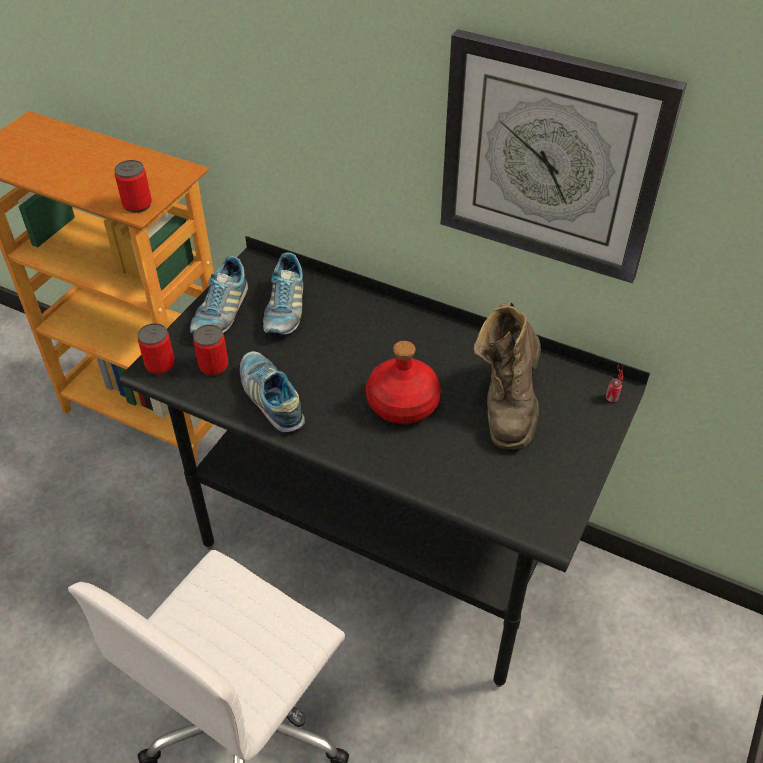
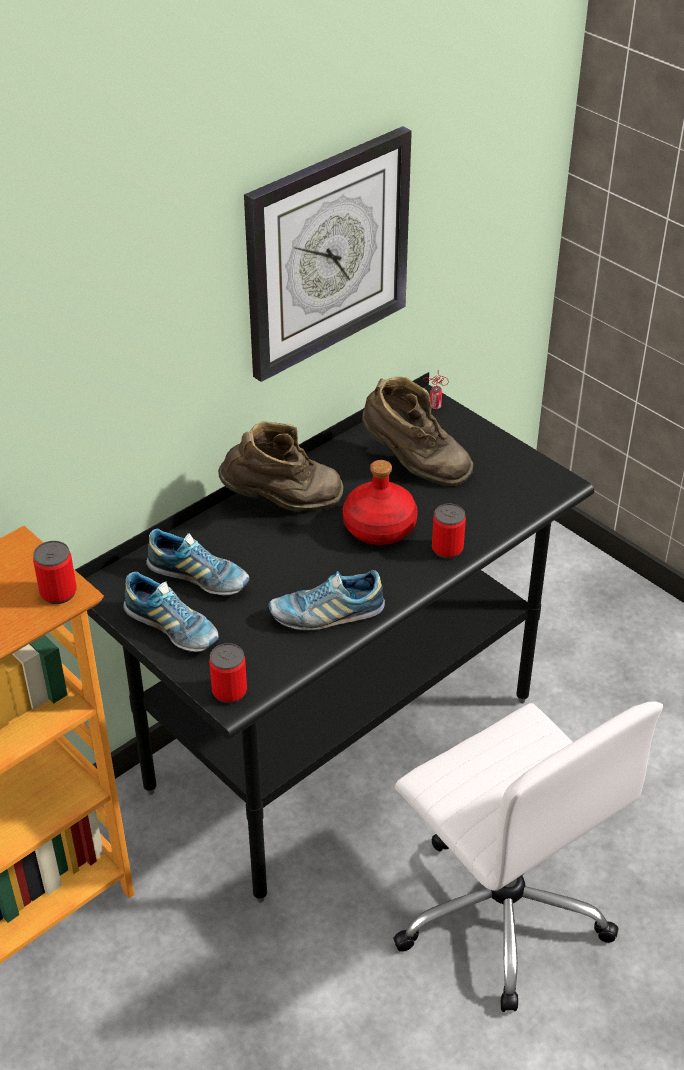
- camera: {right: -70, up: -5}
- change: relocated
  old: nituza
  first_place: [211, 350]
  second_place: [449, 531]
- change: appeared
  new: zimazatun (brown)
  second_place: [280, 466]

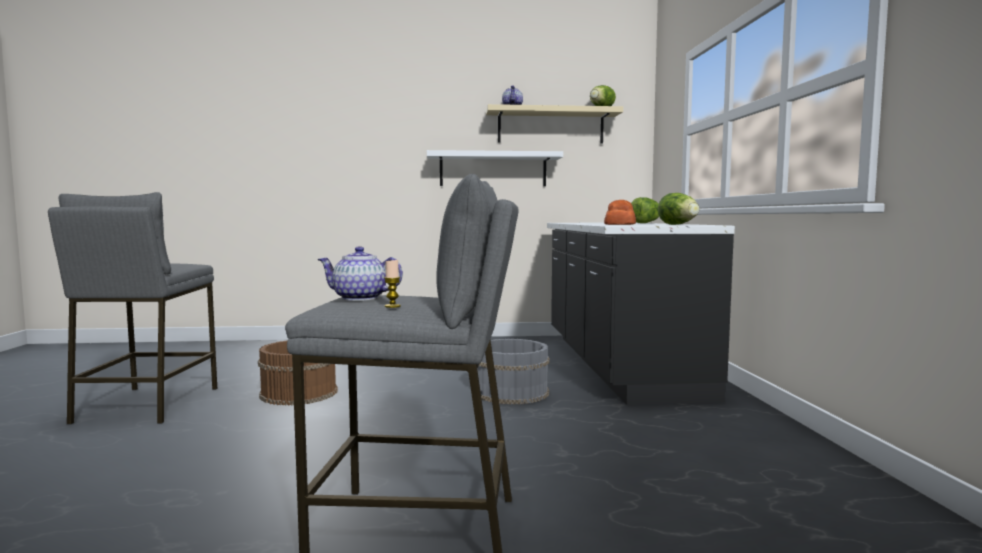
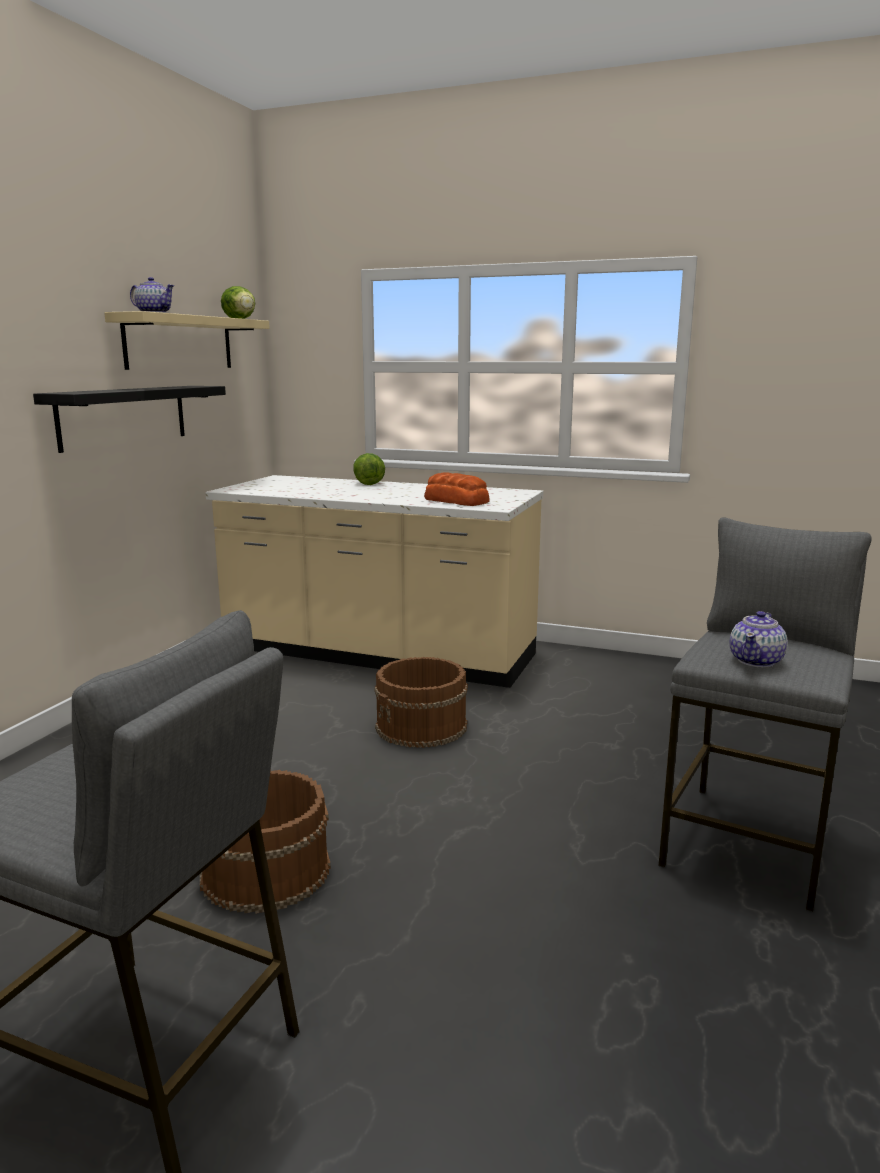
- camera: {right: -65, up: 10}
- change: missing
  old: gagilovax
  first_place: [392, 284]
- change: colour
  old: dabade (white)
  new: dabade (black)
  first_place: [495, 168]
  second_place: [129, 419]
- change: colour
  old: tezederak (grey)
  new: tezederak (brown)
  first_place: [514, 371]
  second_place: [421, 702]
- change: colour
  old: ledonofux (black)
  new: ledonofux (beige)
  first_place: [641, 314]
  second_place: [374, 581]
- change: missing
  old: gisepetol
  first_place: [678, 209]

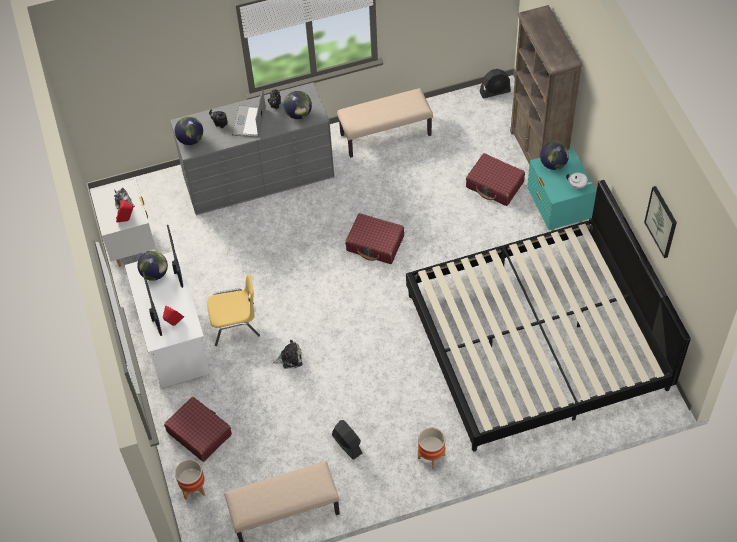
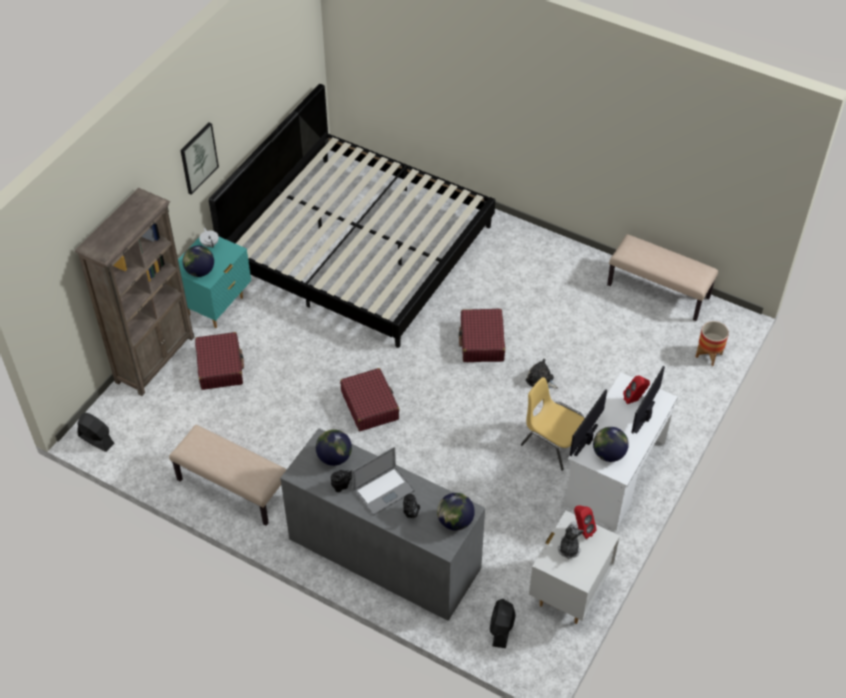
- camera: {right: -135, up: -5}
- change: relocated
  old: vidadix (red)
  first_place: [198, 429]
  second_place: [482, 335]
- change: relocated
  old: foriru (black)
  first_place: [347, 440]
  second_place: [502, 623]
- change: missing
  old: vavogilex
  first_place: [431, 448]
- change: relocated
  old: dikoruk
  first_place: [660, 222]
  second_place: [199, 158]

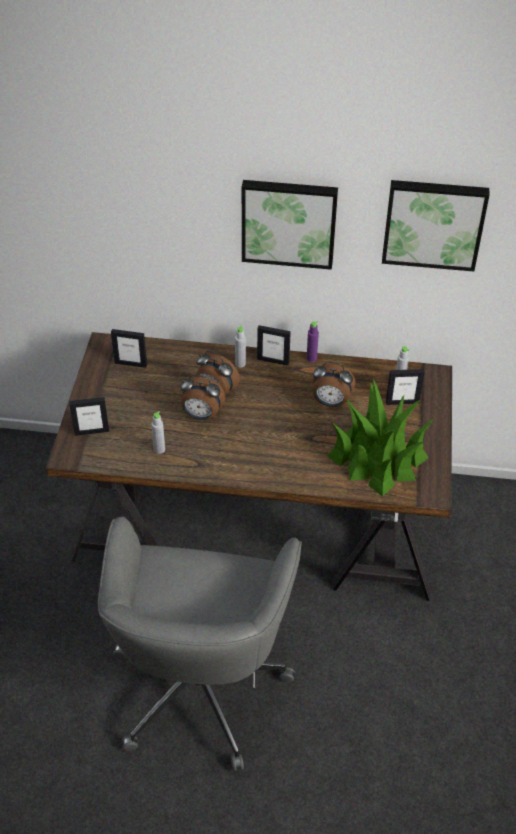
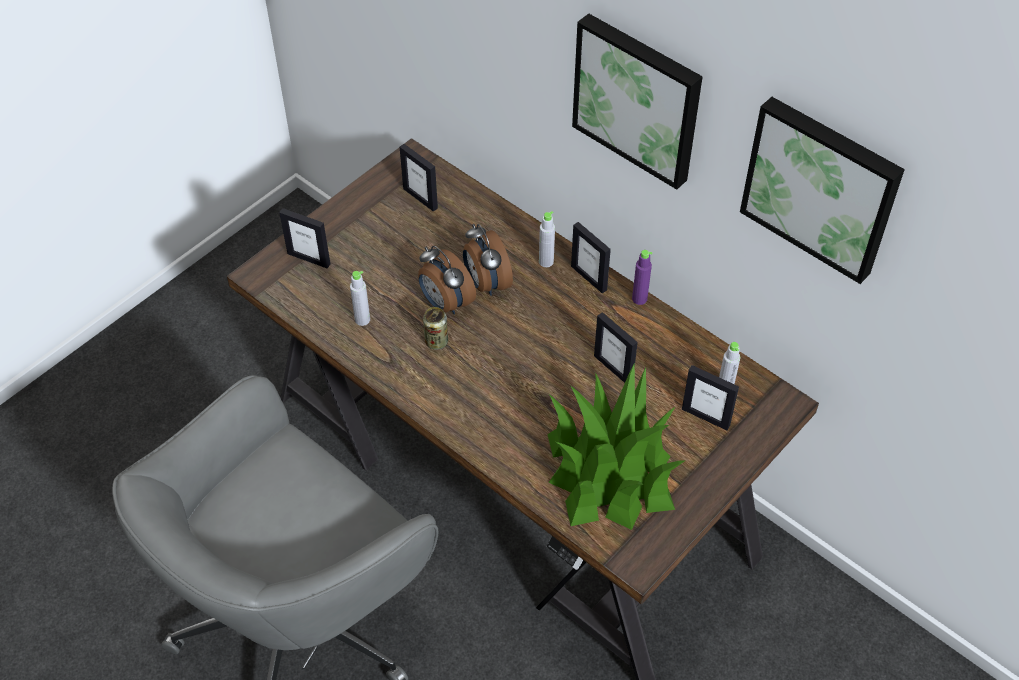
- camera: {right: 35, up: 5}
- change: exchanged
  old: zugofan
  new: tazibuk
  first_place: [334, 384]
  second_place: [616, 347]
- change: appeared
  new: nituza
  second_place: [435, 328]

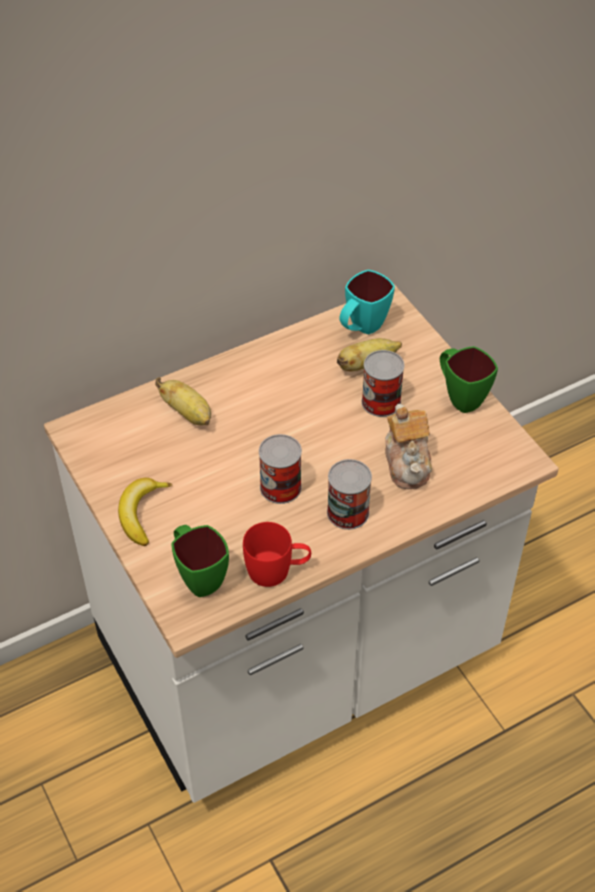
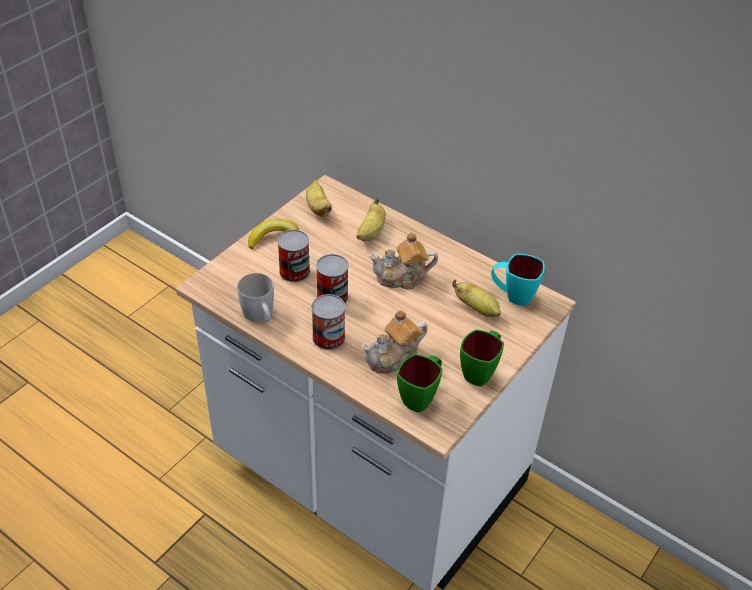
- camera: {right: 65, up: -5}
- change: relocated
  old: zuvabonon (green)
  first_place: [200, 561]
  second_place: [420, 383]
- change: colour
  old: zuvabonon (red)
  new: zuvabonon (white)
  first_place: [277, 554]
  second_place: [256, 298]
- change: relocated
  old: nituza
  first_place: [383, 383]
  second_place: [293, 256]
- change: appeared
  new: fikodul
  second_place: [319, 198]
- change: appeared
  new: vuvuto
  second_place: [403, 260]

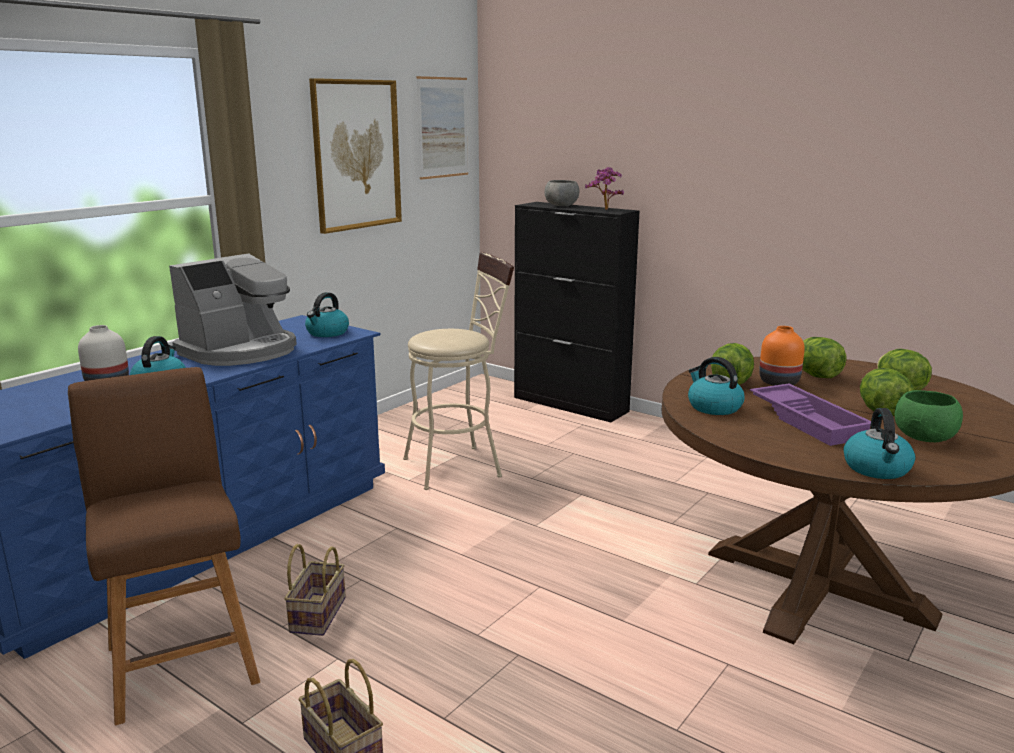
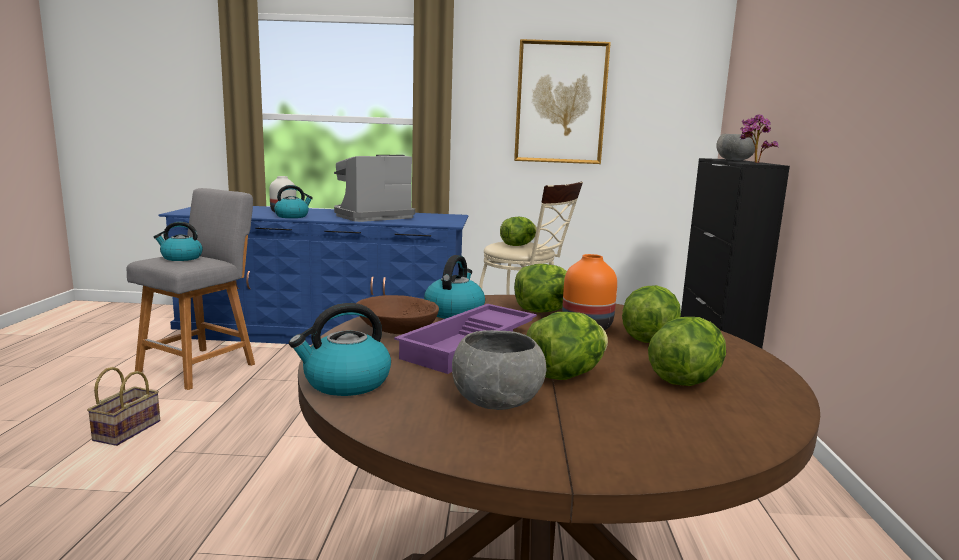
- camera: {right: 55, up: -5}
- change: colour
  old: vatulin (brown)
  new: vatulin (grey)
  first_place: [164, 546]
  second_place: [190, 289]
- change: spun
  old: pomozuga
  first_place: [233, 309]
  second_place: [374, 188]
  degrees: 135
- change: missing
  old: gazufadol
  first_place: [315, 590]
- change: relocated
  old: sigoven
  first_place: [327, 314]
  second_place: [178, 241]
- change: missing
  old: dikoruk
  first_place: [442, 128]
- change: colour
  old: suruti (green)
  new: suruti (grey)
  first_place: [929, 416]
  second_place: [499, 370]
- change: appeared
  new: suruti (brown)
  second_place: [398, 314]
- change: appeared
  new: gisepetol
  second_place: [518, 231]

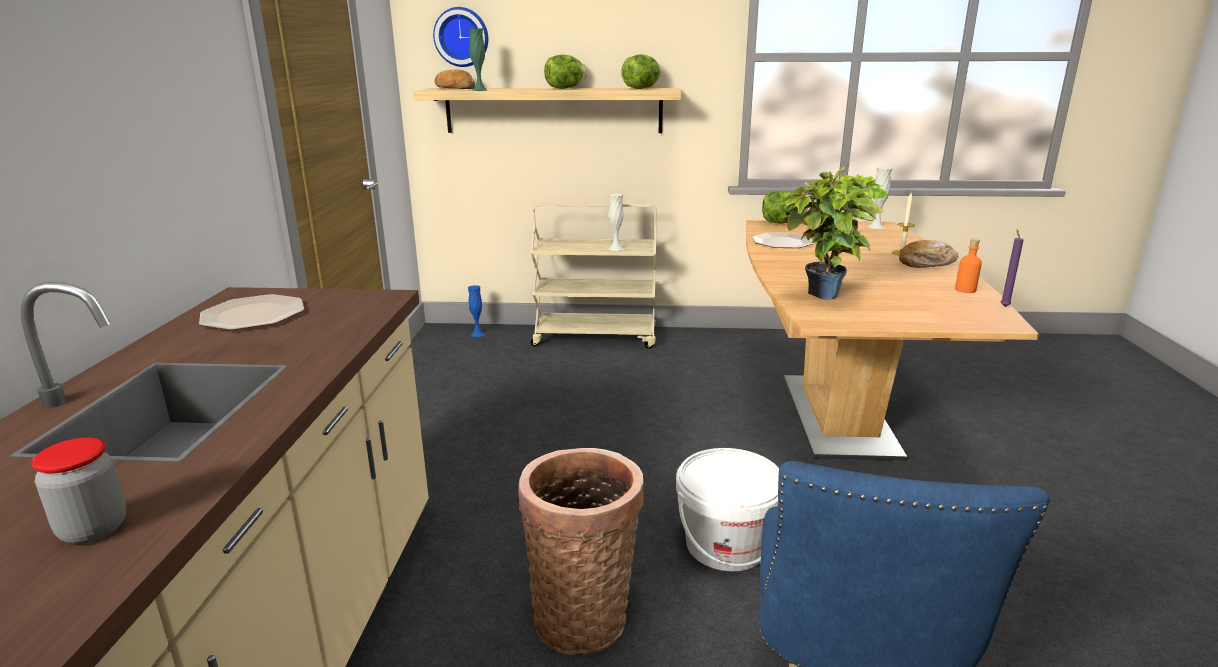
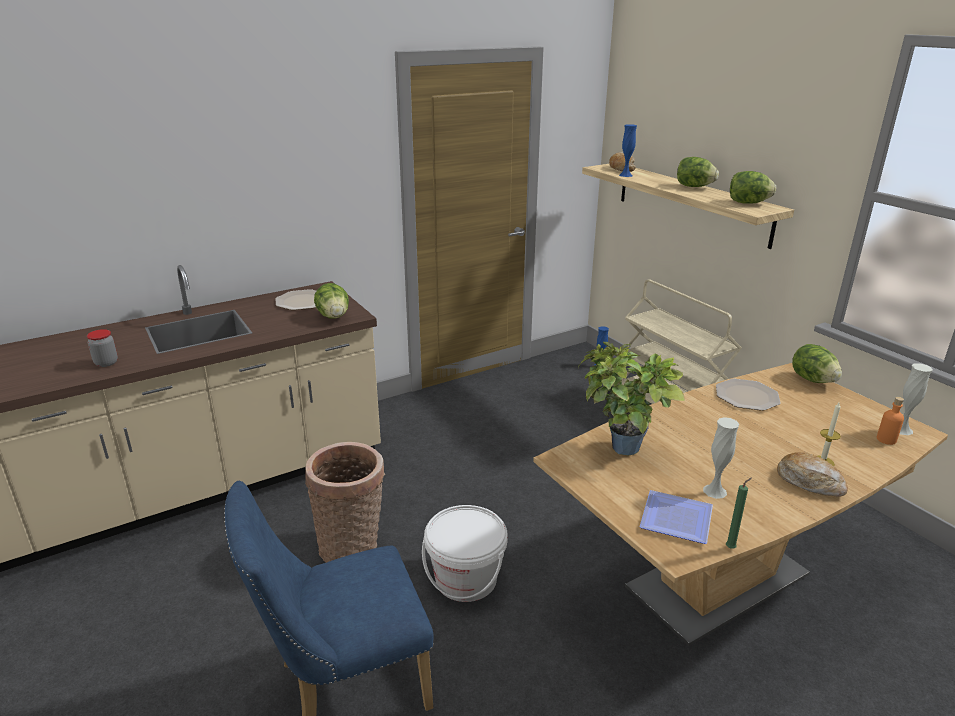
- camera: {right: 55, up: 5}
- change: missing
  old: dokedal
  first_place: [460, 37]
- change: colour
  old: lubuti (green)
  new: lubuti (blue)
  first_place: [477, 59]
  second_place: [628, 150]
- change: relocated
  old: lubuti (white)
  first_place: [616, 222]
  second_place: [721, 458]
- change: relocated
  old: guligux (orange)
  first_place: [968, 266]
  second_place: [890, 421]
- change: colour
  old: gagilovax (purple)
  new: gagilovax (green)
  first_place: [1012, 268]
  second_place: [738, 513]
- change: appeared
  new: gisepetol
  second_place: [331, 301]
- change: appeared
  new: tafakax
  second_place: [676, 517]

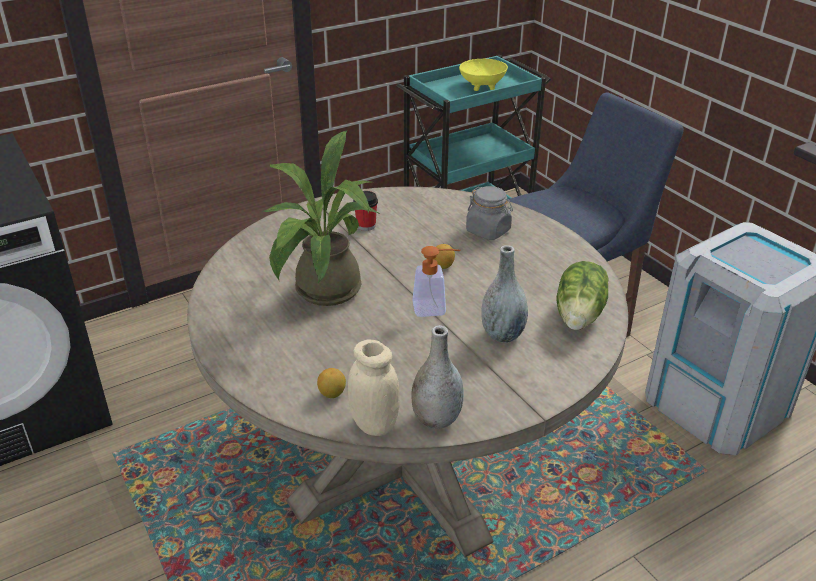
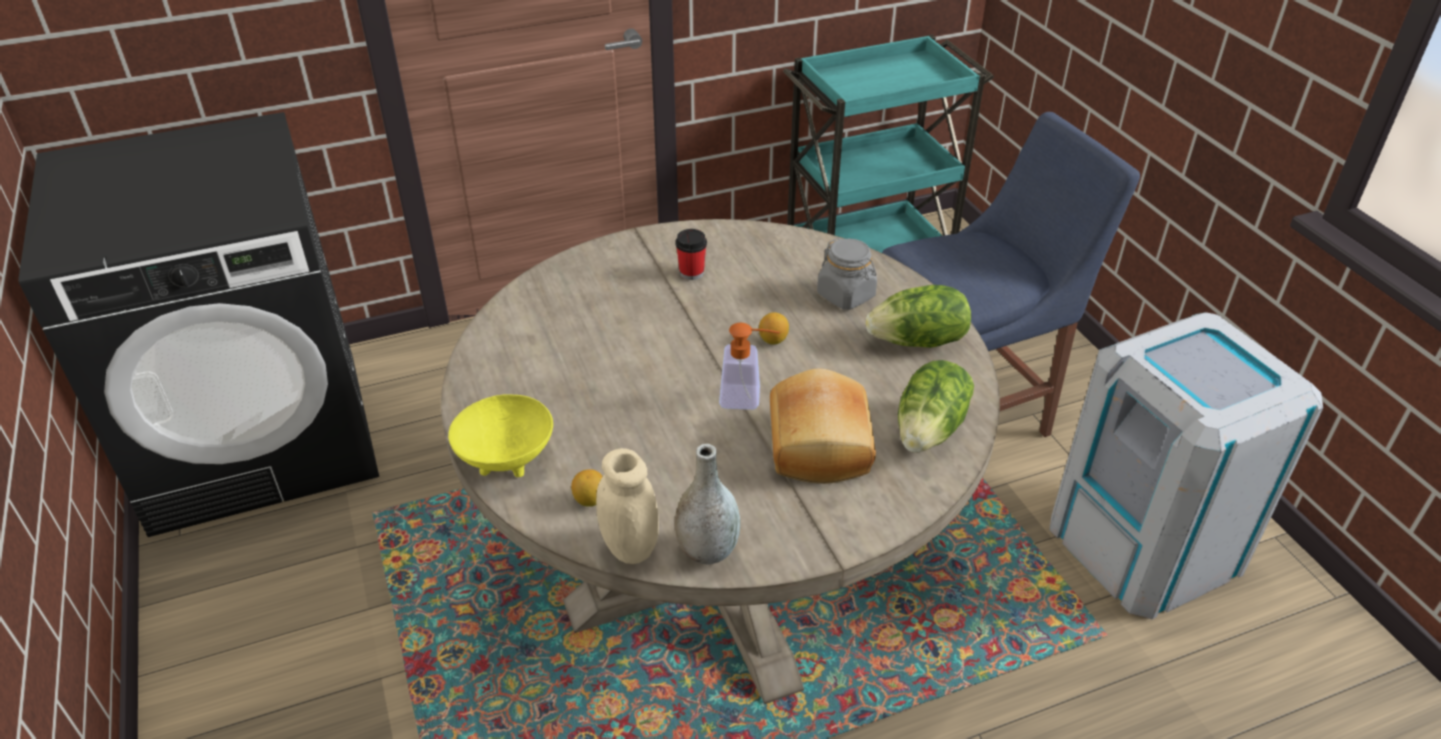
- camera: {right: 10, up: 5}
- change: missing
  old: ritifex
  first_place: [321, 218]
- change: relocated
  old: suruti (yellow)
  first_place: [483, 75]
  second_place: [500, 435]
- change: exchanged
  old: lubuti (grey)
  new: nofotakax
  first_place: [504, 294]
  second_place: [823, 426]
- change: appeared
  new: gisepetol
  second_place: [918, 316]

